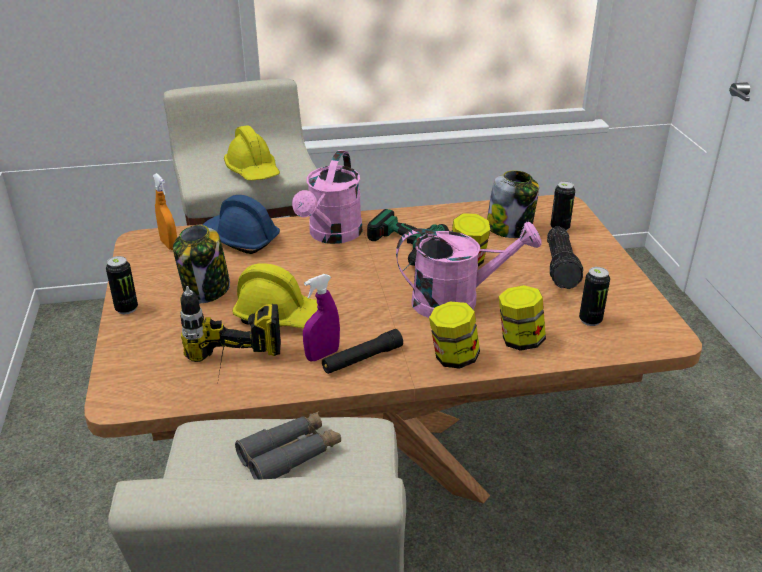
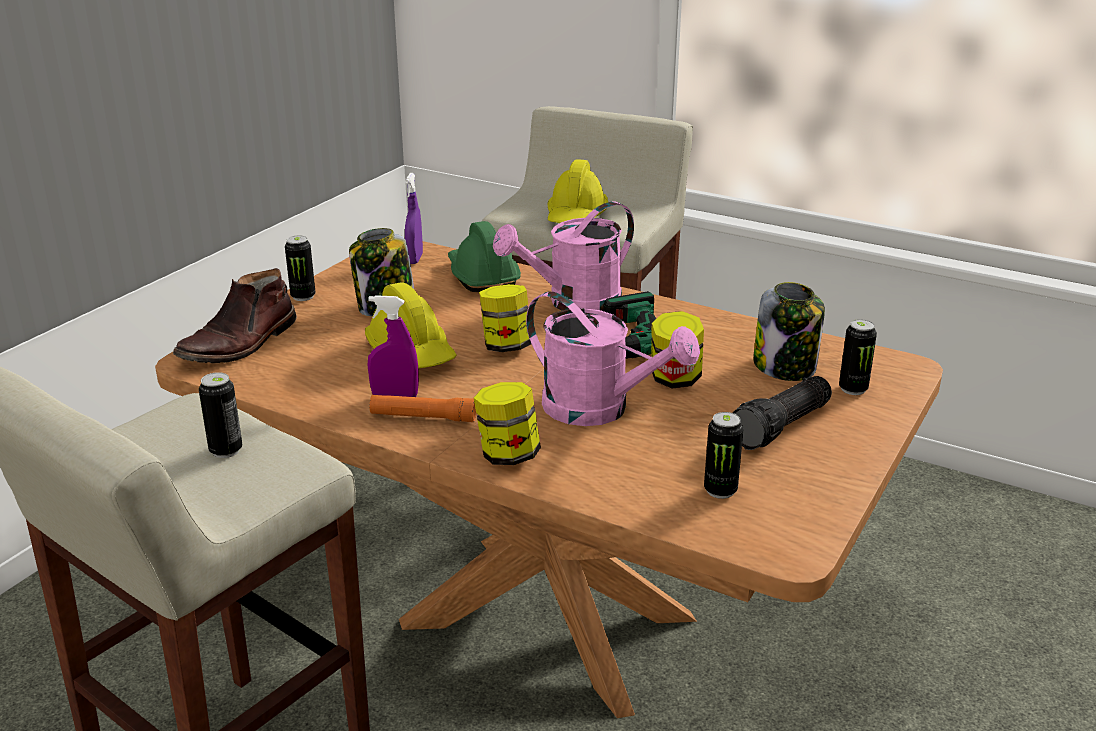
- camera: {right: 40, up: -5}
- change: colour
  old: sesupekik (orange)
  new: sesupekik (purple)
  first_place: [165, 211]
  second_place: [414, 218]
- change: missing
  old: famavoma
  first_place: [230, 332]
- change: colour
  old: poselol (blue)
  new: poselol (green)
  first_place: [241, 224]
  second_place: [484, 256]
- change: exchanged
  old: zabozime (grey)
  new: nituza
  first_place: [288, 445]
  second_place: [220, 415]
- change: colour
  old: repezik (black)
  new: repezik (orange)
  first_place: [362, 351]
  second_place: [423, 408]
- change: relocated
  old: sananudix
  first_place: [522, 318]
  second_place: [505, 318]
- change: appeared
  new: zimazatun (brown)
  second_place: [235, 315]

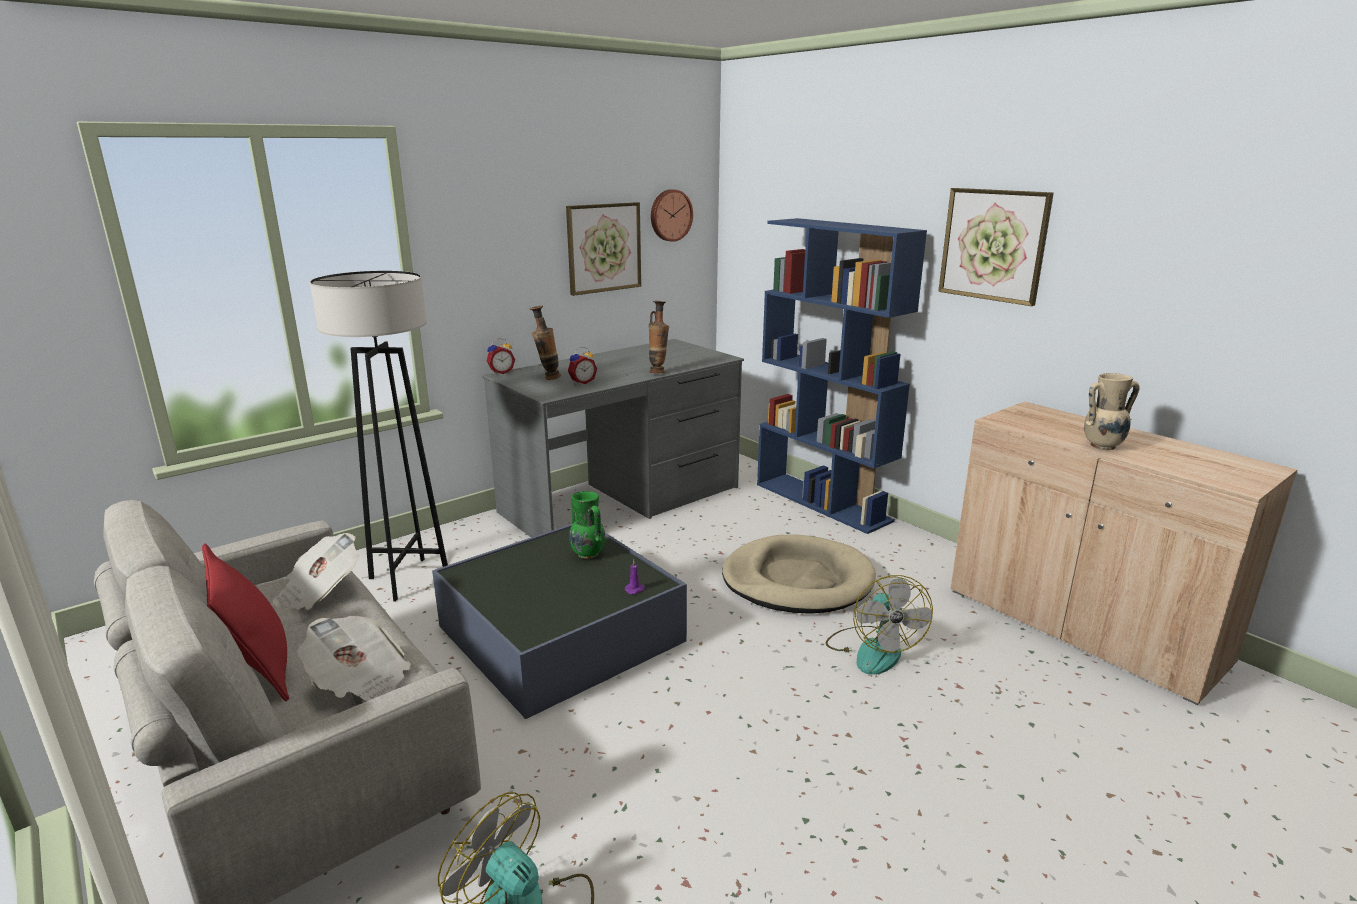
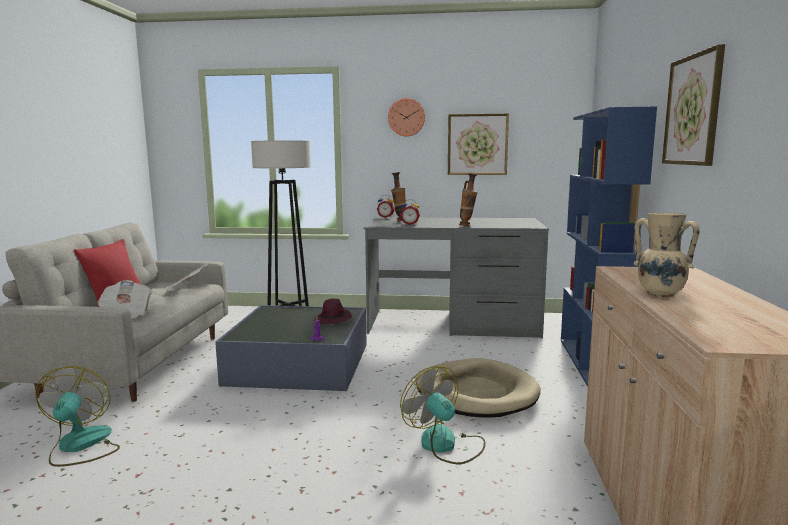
- camera: {right: 45, up: -10}
- change: exchanged
  old: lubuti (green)
  new: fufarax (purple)
  first_place: [587, 525]
  second_place: [333, 311]
- change: relocated
  old: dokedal
  first_place: [672, 215]
  second_place: [406, 117]
- change: spun
  old: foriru
  first_place: [879, 625]
  second_place: [443, 415]
  degrees: 105

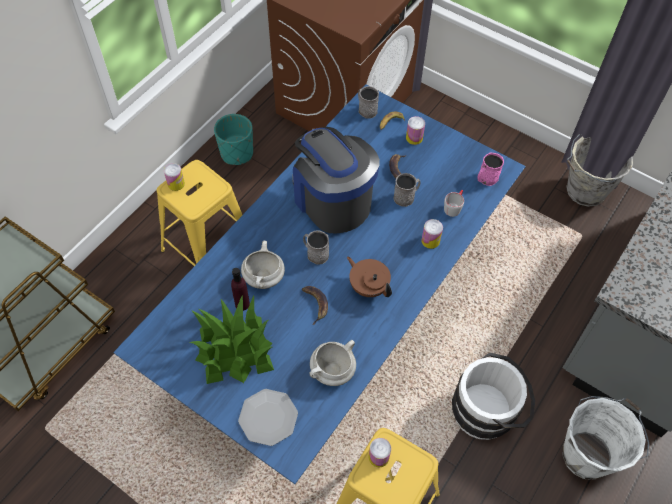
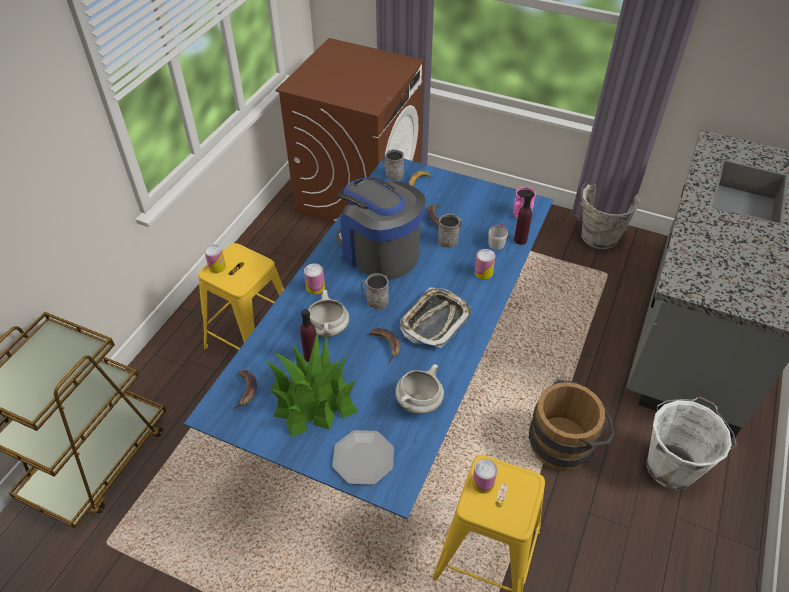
- camera: {right: -10, up: -10}
- change: missing
  old: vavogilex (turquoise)
  first_place: [233, 139]
- change: exchanged
  old: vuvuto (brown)
  new: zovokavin
  first_place: [369, 276]
  second_place: [435, 317]
- change: relocated
  old: nituza
  first_place: [415, 130]
  second_place: [314, 279]
- change: colour
  old: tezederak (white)
  new: tezederak (brown)
  first_place: [493, 396]
  second_place: [572, 425]
- change: appeared
  new: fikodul
  second_place: [244, 390]
- change: appeared
  new: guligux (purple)
  second_place: [523, 219]

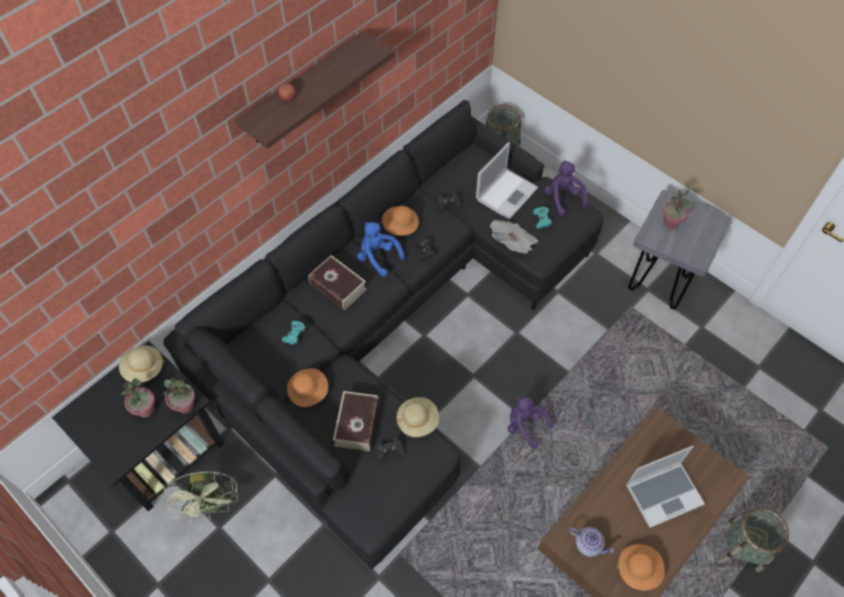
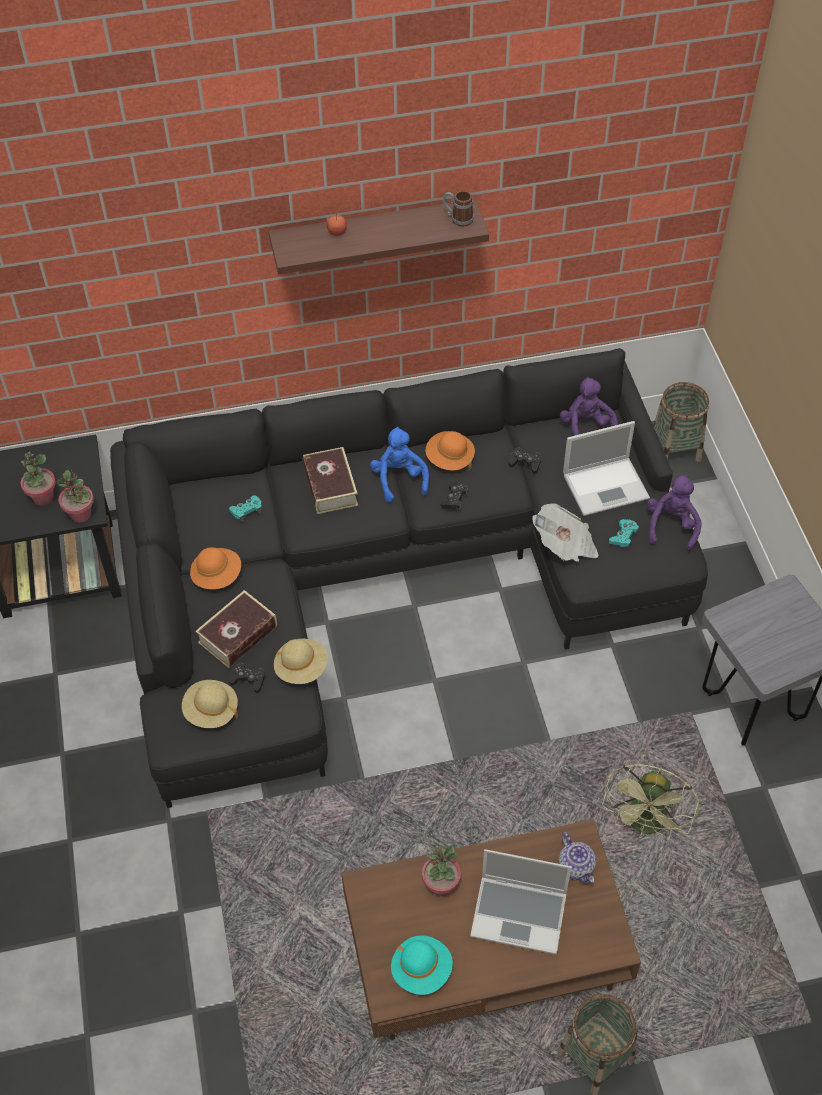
- camera: {right: 35, up: -5}
- change: relocated
  old: fufarax (beige)
  first_place: [142, 363]
  second_place: [210, 704]
- change: relocated
  old: foriru (green)
  first_place: [200, 495]
  second_place: [650, 803]
- change: relocated
  old: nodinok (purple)
  first_place: [530, 422]
  second_place: [589, 406]
- change: relocated
  old: vuvuto
  first_place: [591, 542]
  second_place: [577, 858]
- change: colour
  old: fufarax (orange)
  new: fufarax (turquoise)
  first_place: [640, 567]
  second_place: [422, 965]
- change: relocated
  old: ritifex
  first_place: [677, 208]
  second_place: [441, 871]
- change: appeared
  new: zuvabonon
  second_place: [458, 209]

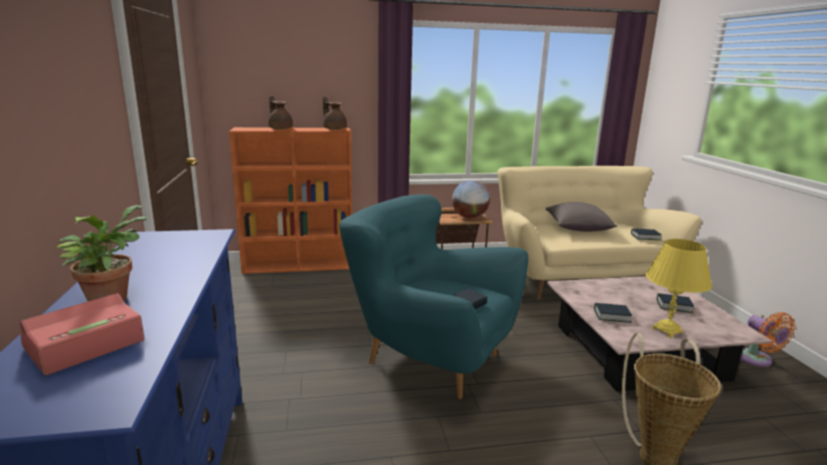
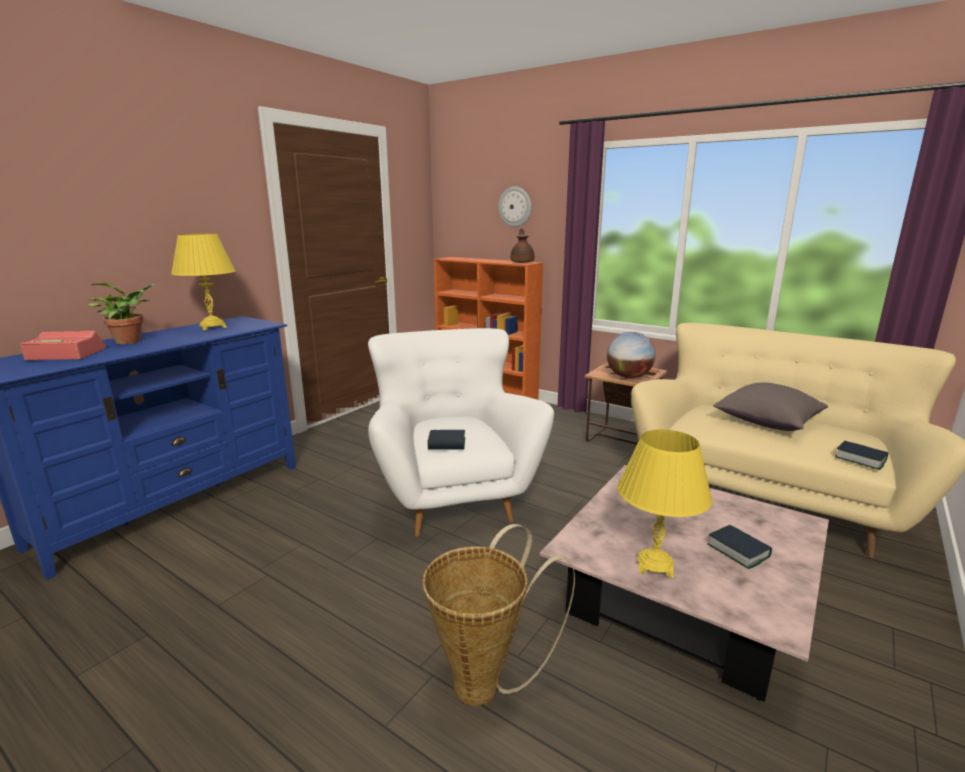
- camera: {right: 45, up: 0}
- change: missing
  old: vuvuto (brown)
  first_place: [280, 112]
- change: colour
  old: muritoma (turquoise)
  new: muritoma (white)
  first_place: [433, 296]
  second_place: [461, 432]
- change: missing
  old: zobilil
  first_place: [613, 313]
- change: missing
  old: foriru (orange)
  first_place: [767, 339]
- change: appeared
  new: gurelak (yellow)
  second_place: [203, 282]
- change: appeared
  new: dokedal
  second_place: [514, 207]

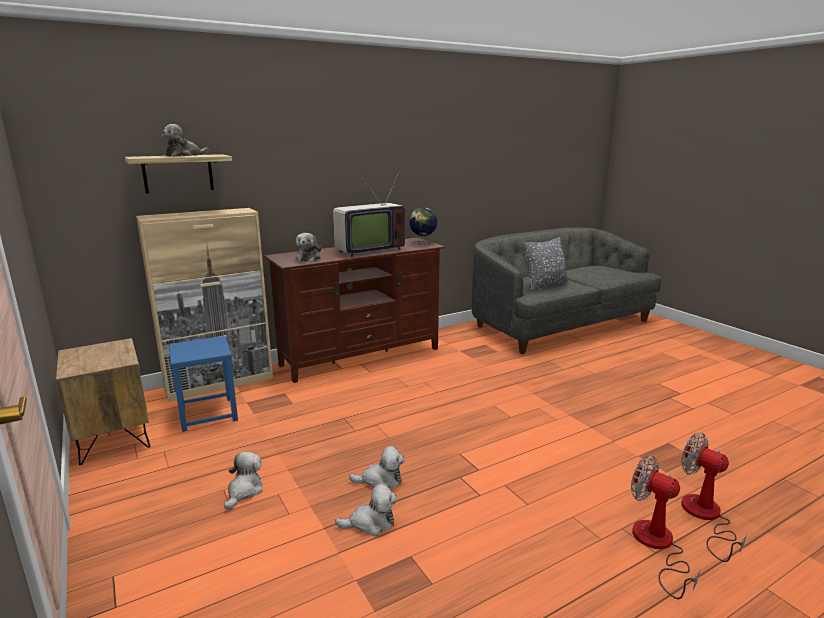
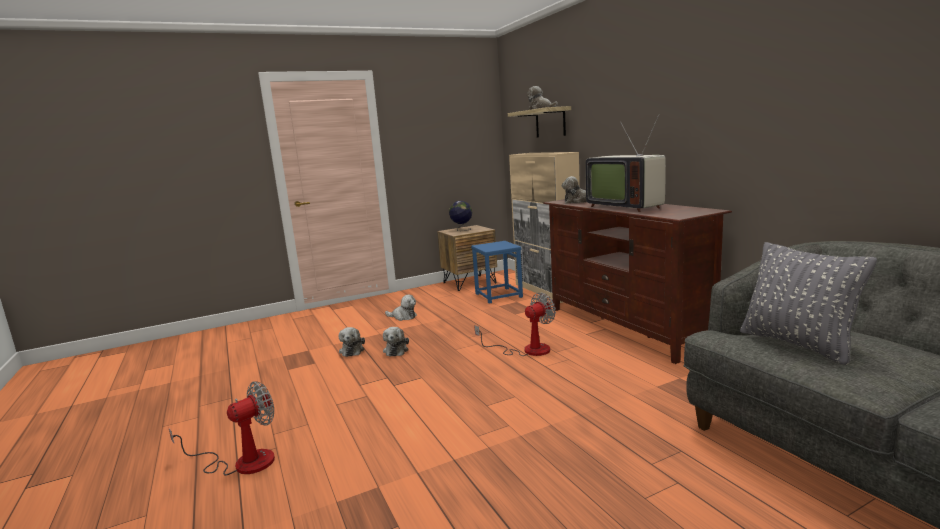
- camera: {right: 95, up: -5}
- change: relocated
  old: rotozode
  first_place: [423, 226]
  second_place: [460, 216]
- change: relocated
  old: foriru
  first_place: [714, 497]
  second_place: [515, 324]

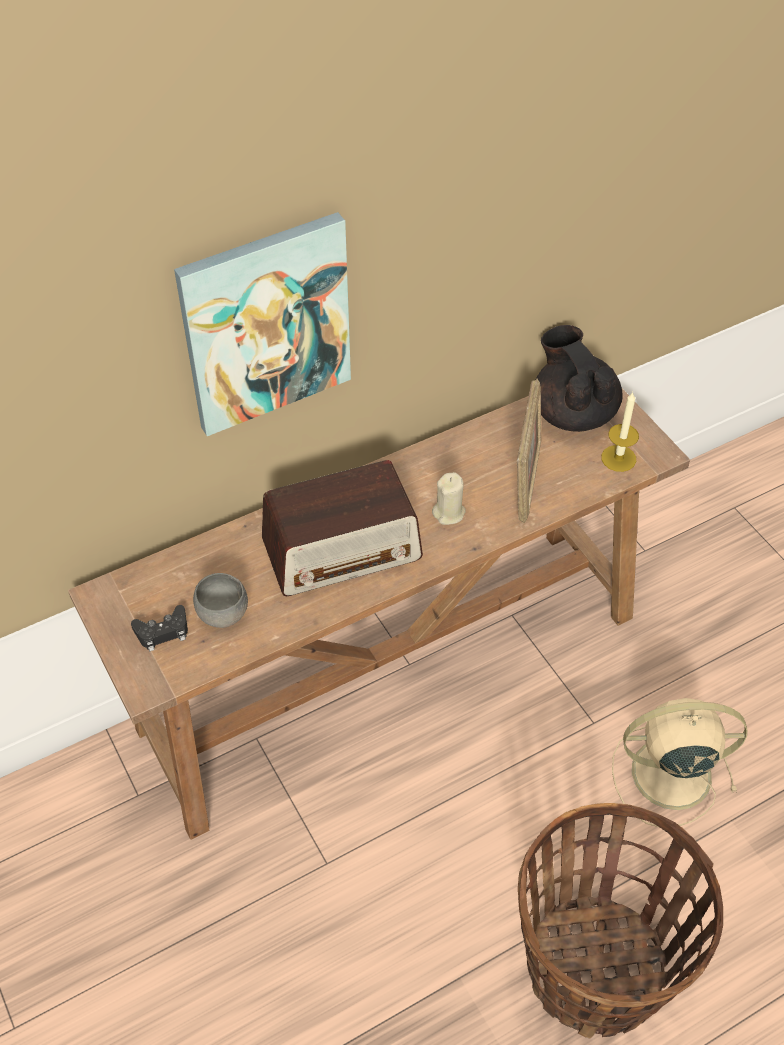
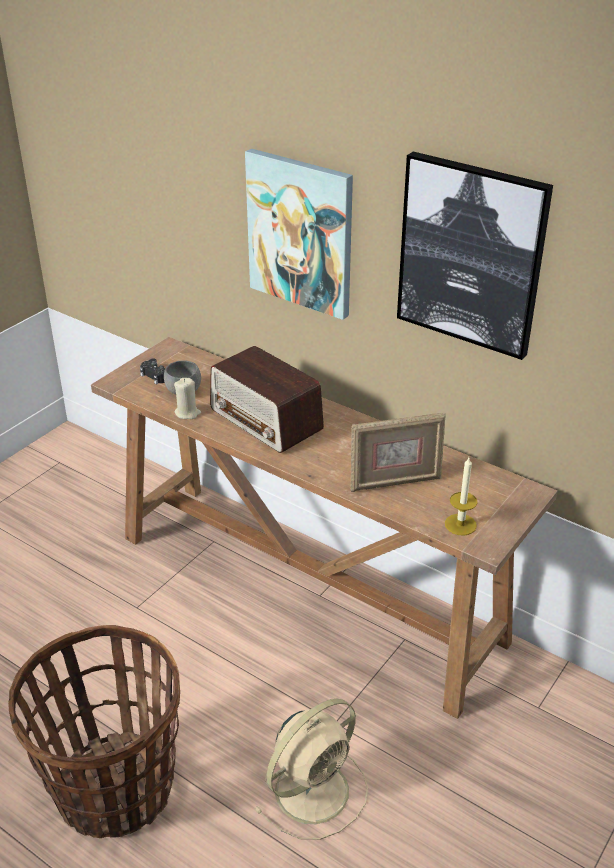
- camera: {right: 65, up: -15}
- change: relocated
  old: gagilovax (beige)
  first_place: [449, 498]
  second_place: [187, 398]
- change: missing
  old: vuvuto (black)
  first_place: [579, 378]
- change: spun
  old: foriru (beige)
  first_place: [679, 762]
  second_place: [311, 769]
  degrees: 75
- change: appeared
  new: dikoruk
  second_place: [475, 255]

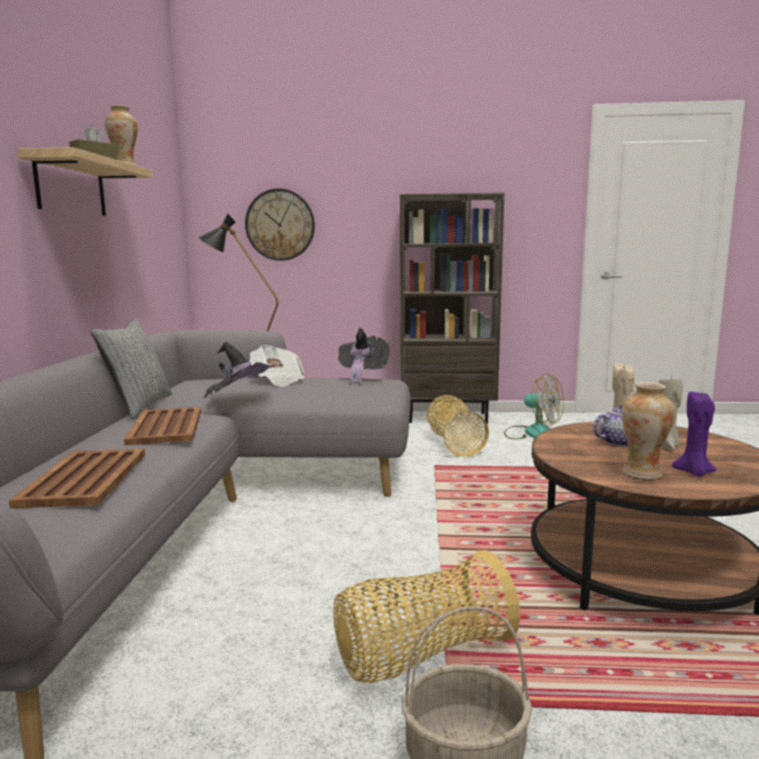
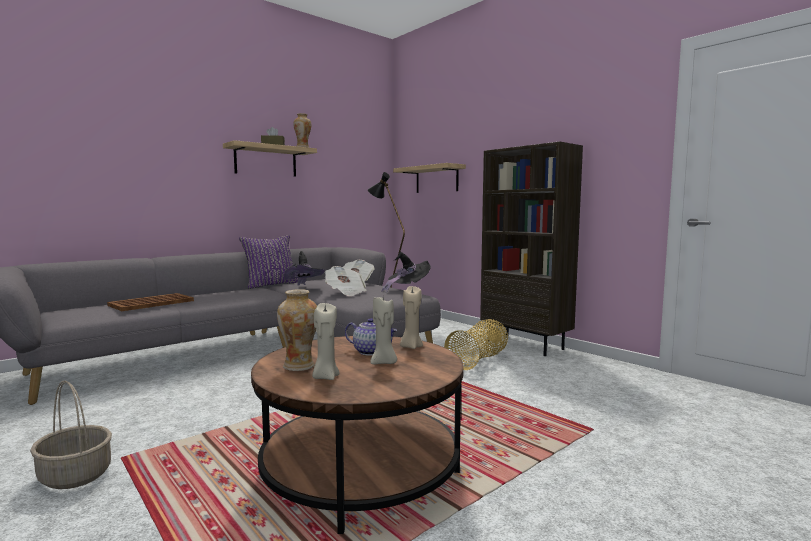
- camera: {right: 45, up: -5}
- change: colour
  old: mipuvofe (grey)
  new: mipuvofe (purple)
  first_place: [131, 368]
  second_place: [268, 262]
- change: missing
  old: zovokavin (brown)
  first_place: [162, 426]
- change: exchanged
  old: dokedal
  new: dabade
  first_place: [280, 224]
  second_place: [429, 178]
- change: missing
  old: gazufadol
  first_place: [426, 616]
- change: missing
  old: foriru
  first_place: [534, 406]
- change: colour
  old: gagilovax (purple)
  new: gagilovax (beige)
  first_place: [694, 433]
  second_place: [326, 341]
- change: appeared
  new: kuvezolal
  second_place: [346, 281]

